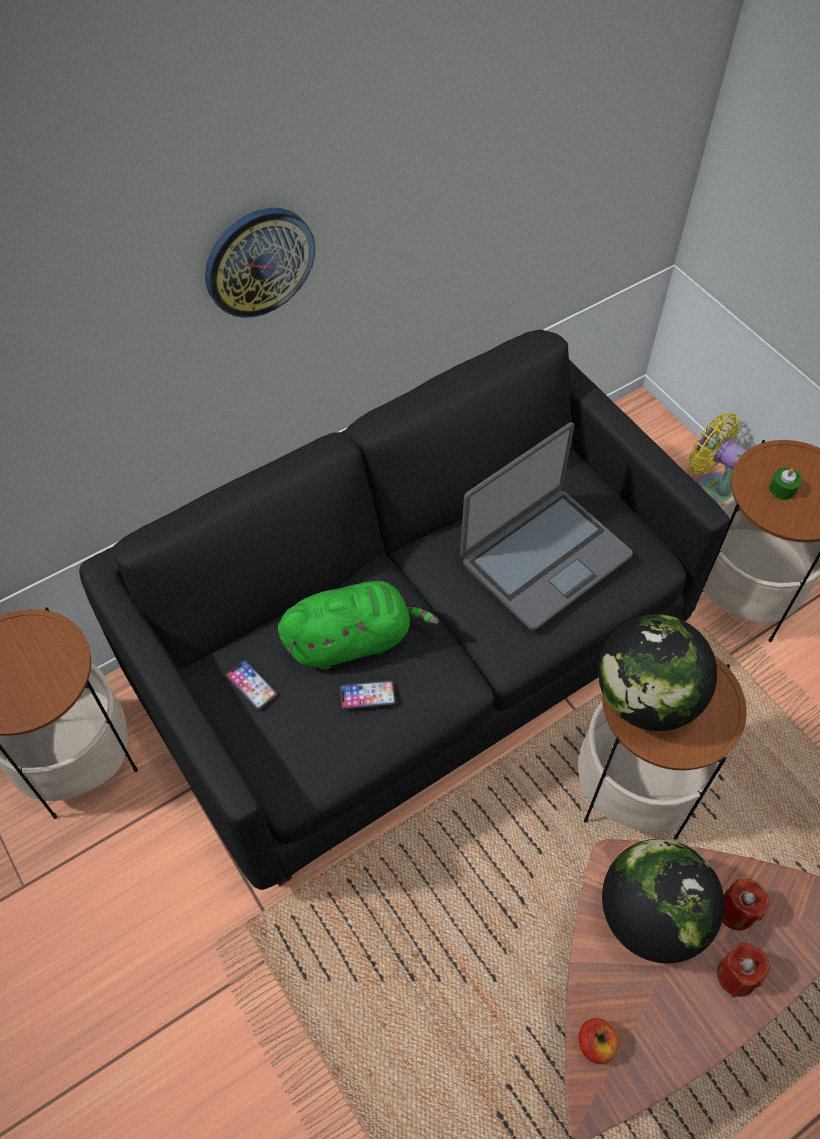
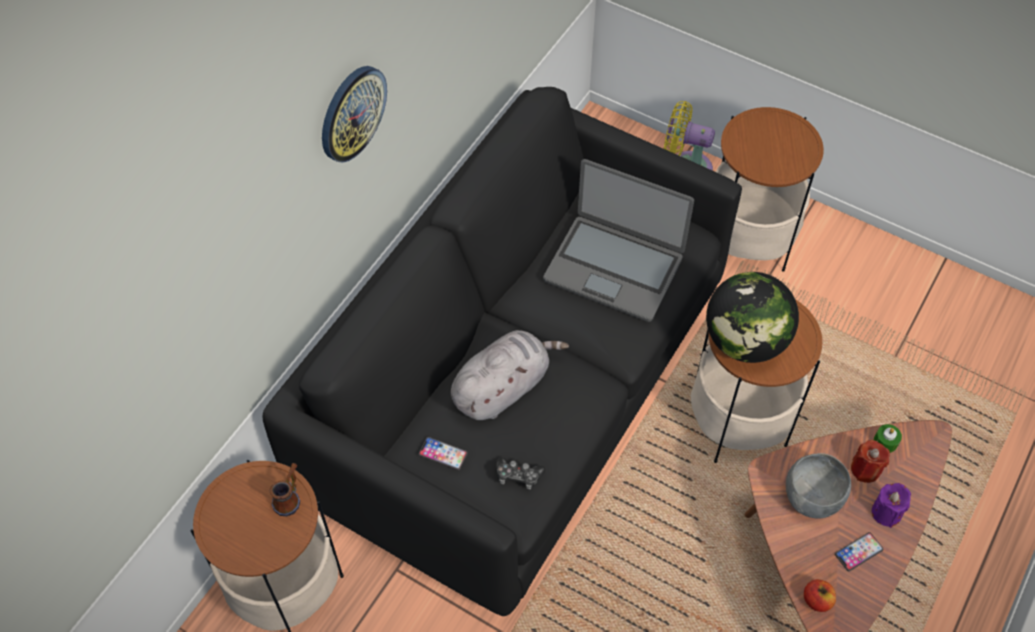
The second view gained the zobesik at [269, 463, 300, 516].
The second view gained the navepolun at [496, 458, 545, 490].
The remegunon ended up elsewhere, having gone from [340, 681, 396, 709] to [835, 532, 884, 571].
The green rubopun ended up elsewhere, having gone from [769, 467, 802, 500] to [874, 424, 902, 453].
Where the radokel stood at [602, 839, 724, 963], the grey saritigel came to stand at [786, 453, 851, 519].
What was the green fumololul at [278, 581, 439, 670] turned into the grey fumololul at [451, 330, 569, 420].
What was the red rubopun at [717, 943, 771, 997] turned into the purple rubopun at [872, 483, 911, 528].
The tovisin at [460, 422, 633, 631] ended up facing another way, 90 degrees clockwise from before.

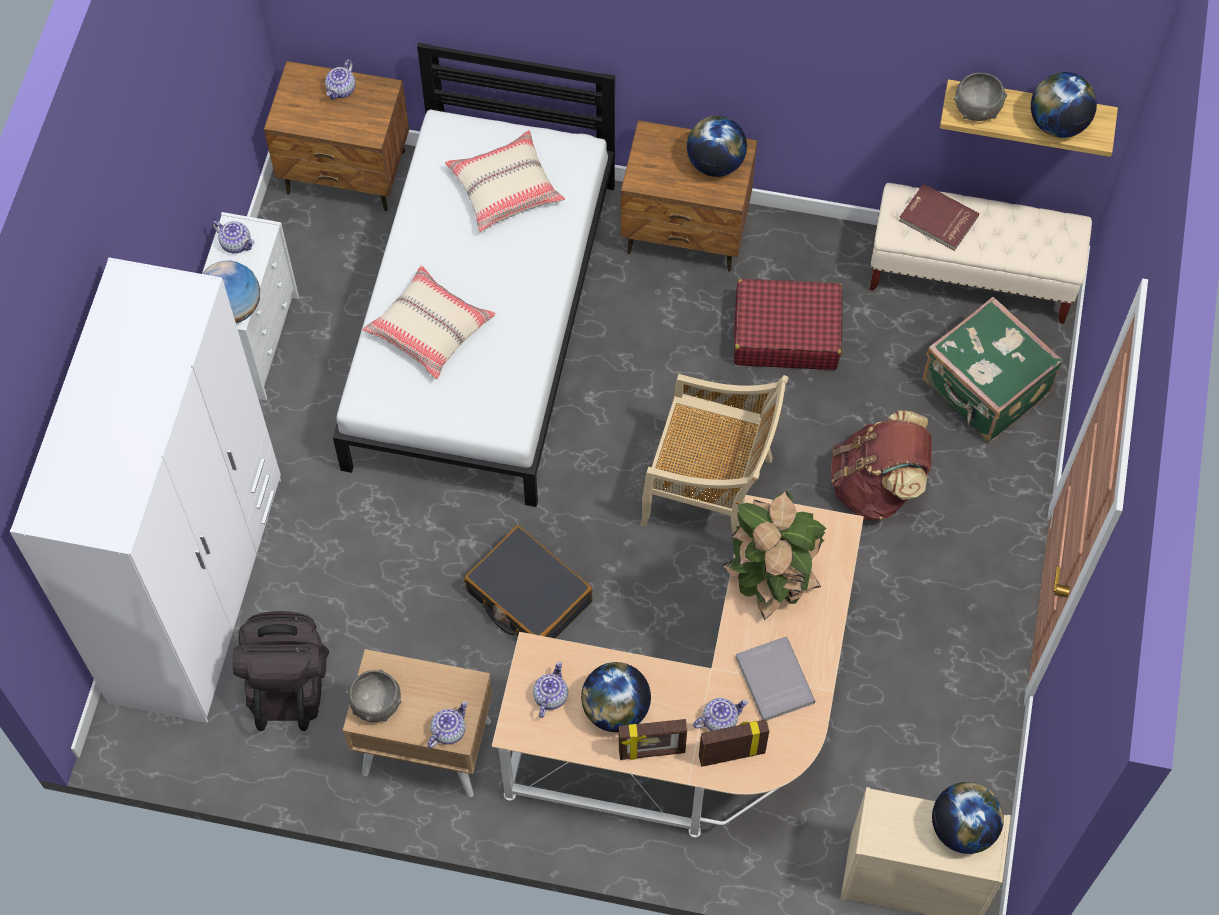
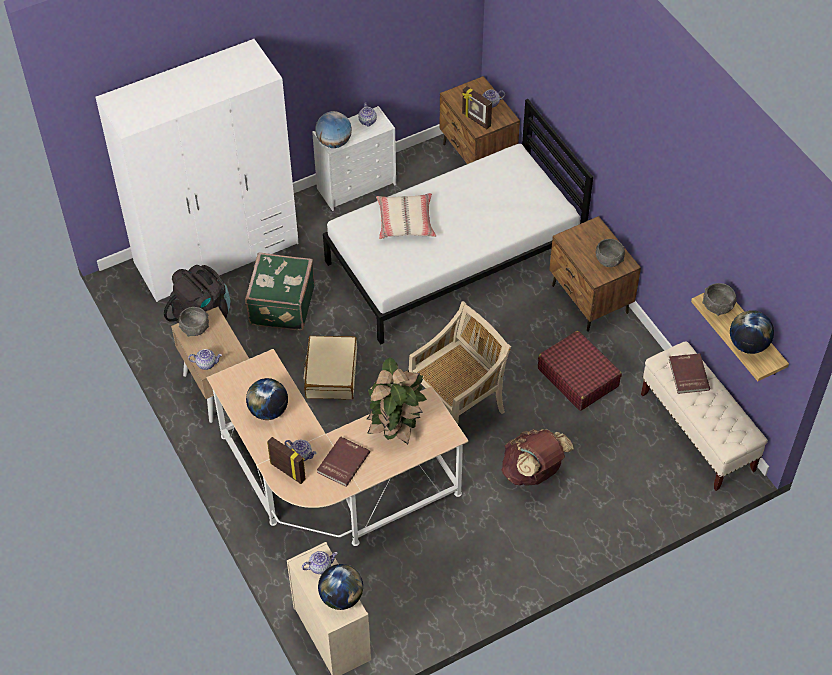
The second view lost the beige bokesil at [445, 130, 565, 232].
The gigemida ended up elsewhere, having gone from [533, 661, 568, 718] to [302, 551, 338, 574].
The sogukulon ended up elsewhere, having gone from [619, 719, 687, 760] to [462, 86, 492, 129].
The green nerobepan ended up elsewhere, having gone from [922, 297, 1063, 442] to [245, 252, 315, 331].
Where the radokel stood at [687, 116, 747, 177], the grey saritigel came to stand at [595, 239, 625, 267].
What was the black nerobepan at [464, 525, 593, 639] turned into the beige nerobepan at [303, 336, 357, 400].
What was the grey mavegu at [736, 636, 815, 721] turned into the red mavegu at [317, 436, 370, 487].
The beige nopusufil at [640, 374, 788, 534] ended up facing another way, 105 degrees counterclockwise from before.

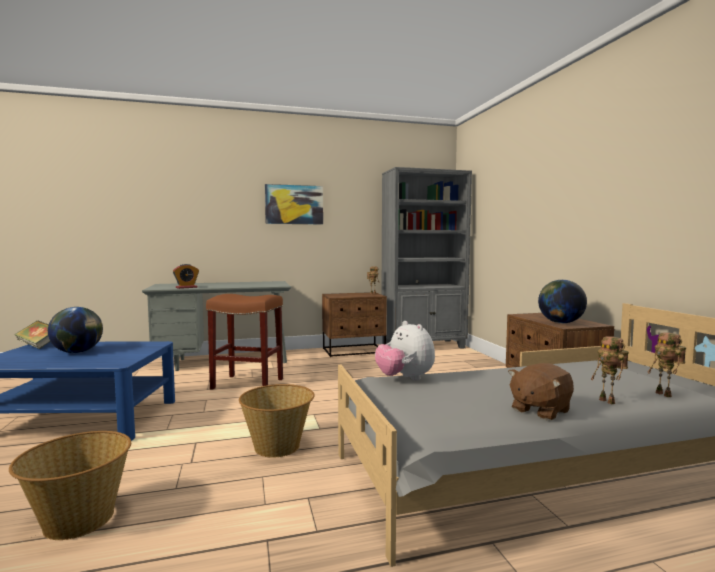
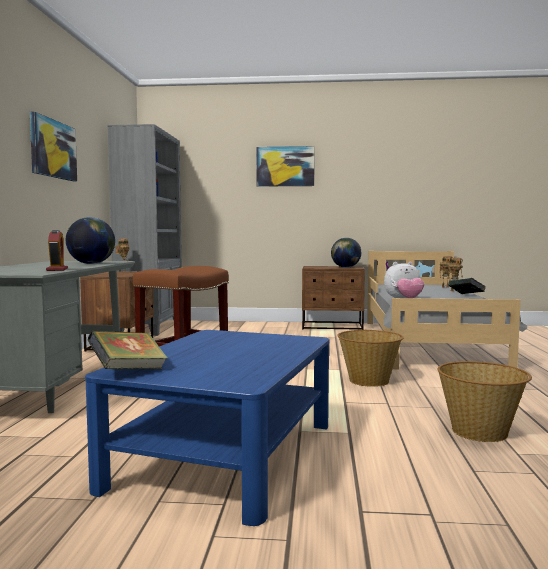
The second view gained the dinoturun at [256, 146, 315, 187].
The radokel ended up elsewhere, having gone from [48, 307, 103, 353] to [66, 217, 115, 264].
Where the brown fumololul stood at [508, 363, 574, 420], the mavegu came to stand at [448, 278, 486, 294].

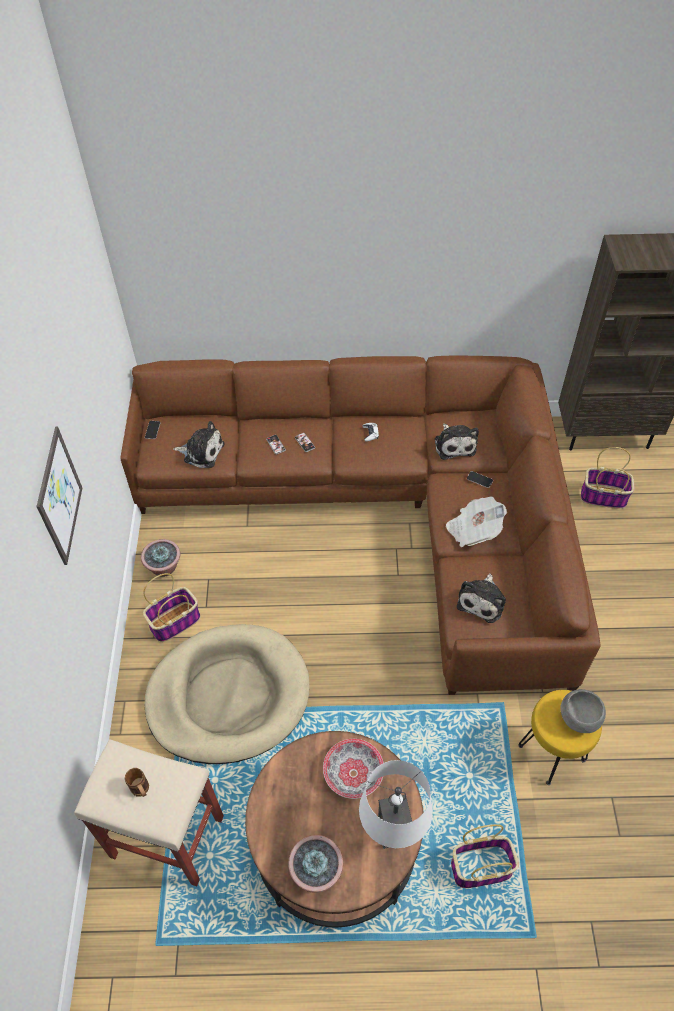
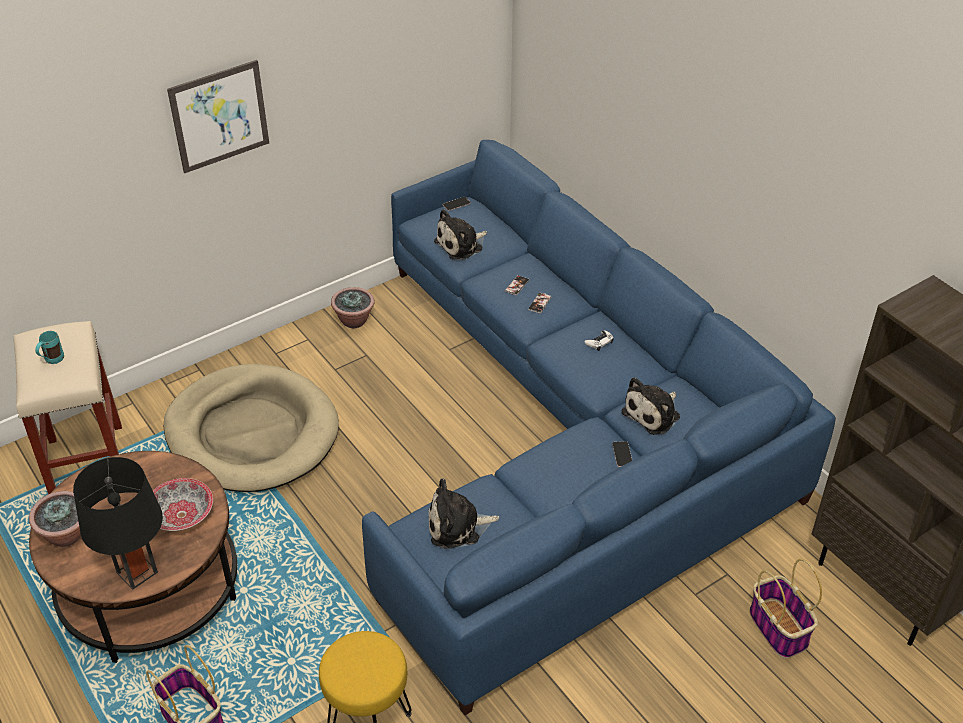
The second view lost the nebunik at [143, 573, 201, 642].
The second view lost the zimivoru at [446, 496, 507, 547].
The second view lost the grey saritigel at [560, 689, 606, 733].
What was the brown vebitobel at [120, 355, 600, 695] turned into the blue vebitobel at [362, 140, 836, 715].
What was the brown zobesik at [125, 768, 149, 797] turned into the turquoise zobesik at [35, 331, 64, 364].
What was the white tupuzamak at [359, 760, 433, 849] turned into the black tupuzamak at [73, 457, 163, 590].
The fumololul at [173, 421, 225, 468] ended up facing another way, 75 degrees clockwise from before.

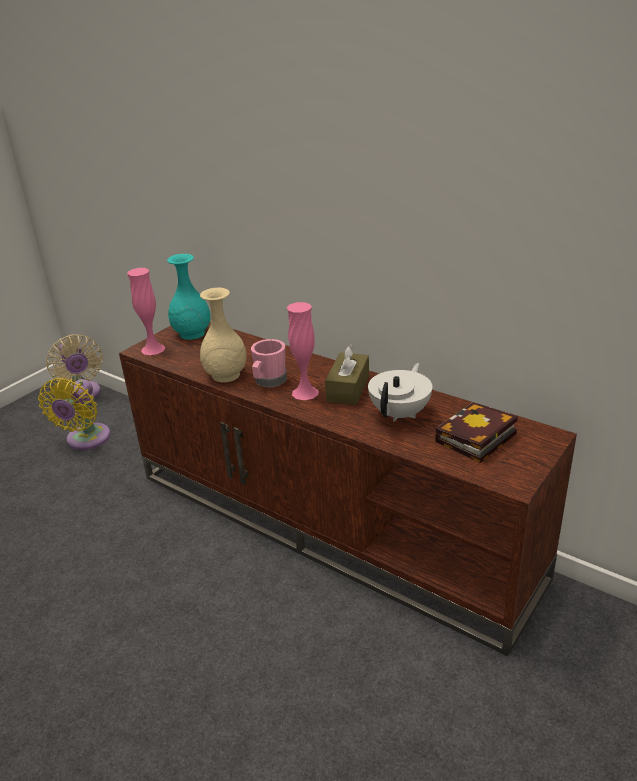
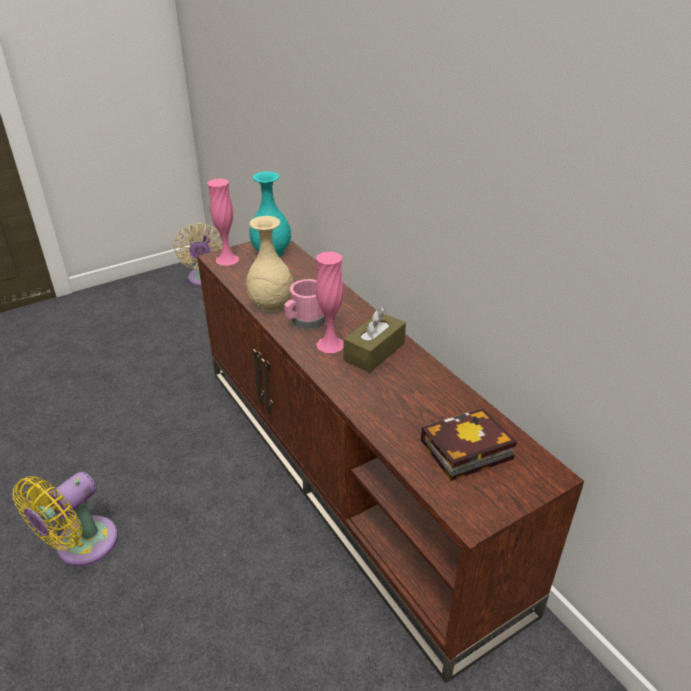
The second view lost the white gigemida at [368, 363, 432, 422].
The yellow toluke ended up elsewhere, having gone from [38, 378, 111, 450] to [13, 472, 118, 566].

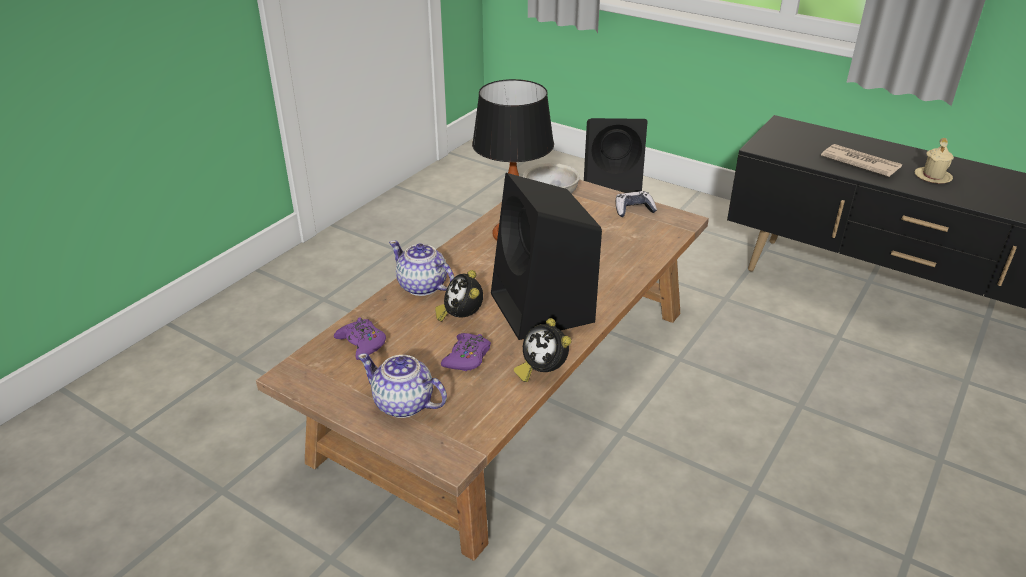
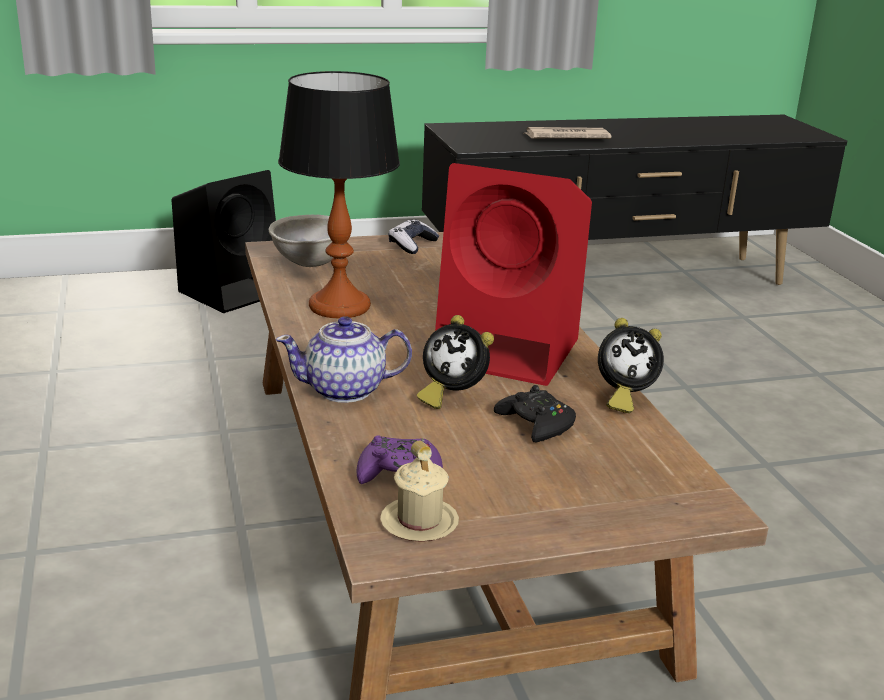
The second view lost the gigemida at [358, 353, 447, 418].
The beige zobesik ended up elsewhere, having gone from [914, 138, 954, 184] to [380, 441, 459, 542].
What was the purple navepolun at [441, 333, 491, 371] turned into the black navepolun at [494, 385, 576, 442].
What was the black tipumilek at [491, 173, 602, 340] turned into the red tipumilek at [435, 163, 592, 386].

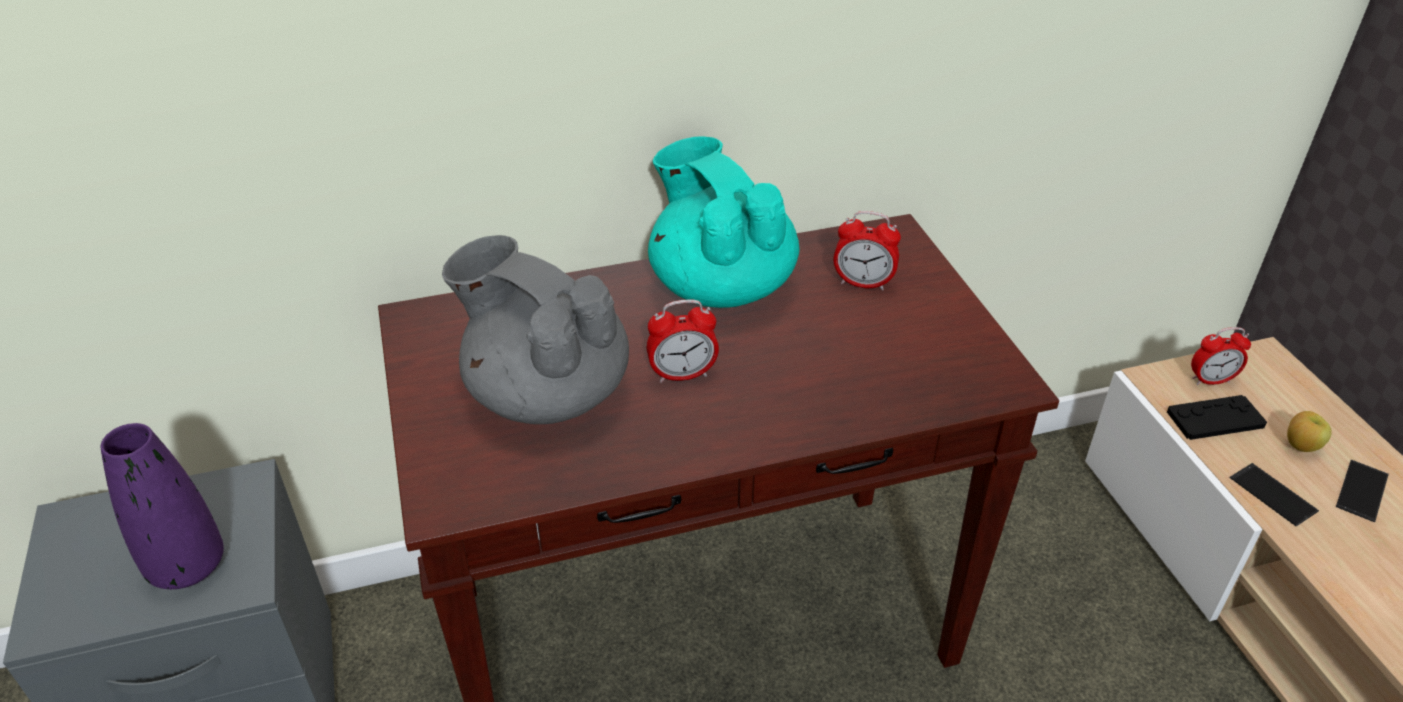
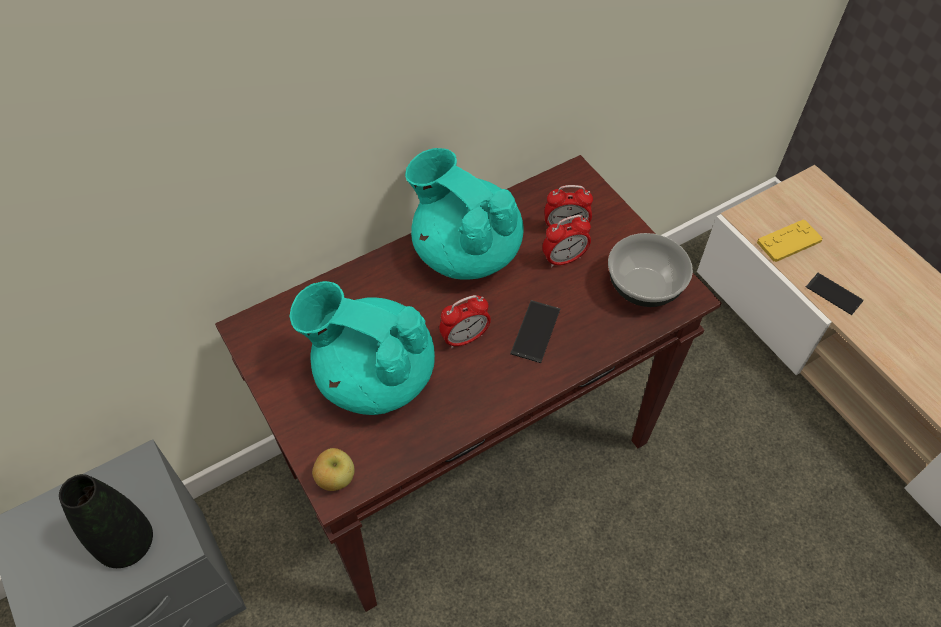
The second view gained the saritigel at [608, 233, 693, 307].
The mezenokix ended up elsewhere, having gone from [1191, 327, 1251, 385] to [542, 215, 591, 267].
The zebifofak ended up elsewhere, having gone from [1287, 411, 1332, 452] to [312, 448, 354, 491].
The remegunon ended up elsewhere, having gone from [1336, 460, 1389, 522] to [510, 300, 560, 363].
What was the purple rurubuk at [101, 423, 224, 589] turned into the black rurubuk at [59, 474, 153, 568].
What was the grey gigemida at [442, 235, 629, 424] turned into the turquoise gigemida at [289, 281, 435, 415].
What was the black navepolun at [1167, 395, 1267, 440] turned into the yellow navepolun at [757, 220, 822, 262].

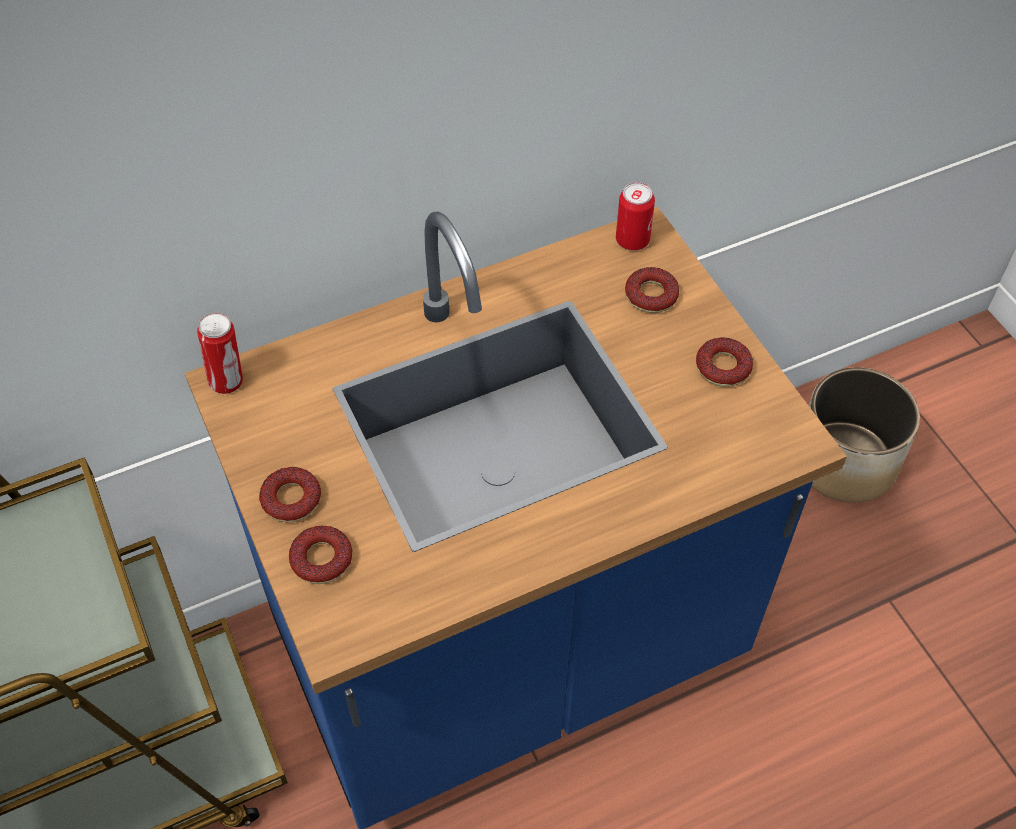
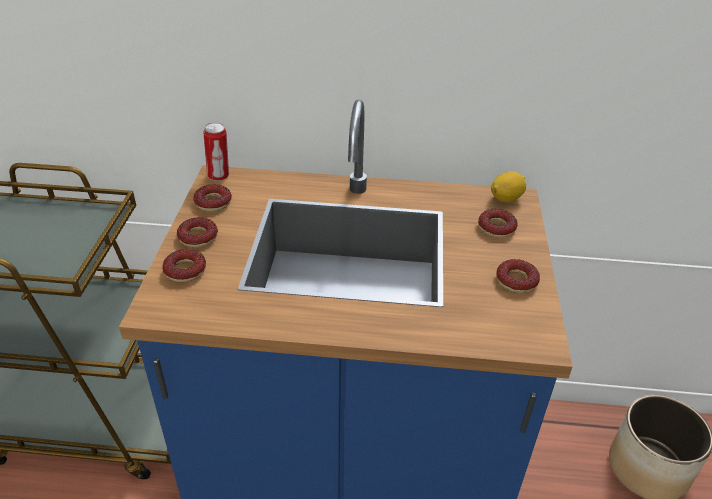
The second view gained the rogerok at [193, 184, 232, 211].
Where the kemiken stood at [616, 182, 655, 250], the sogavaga came to stand at [491, 171, 526, 202].

